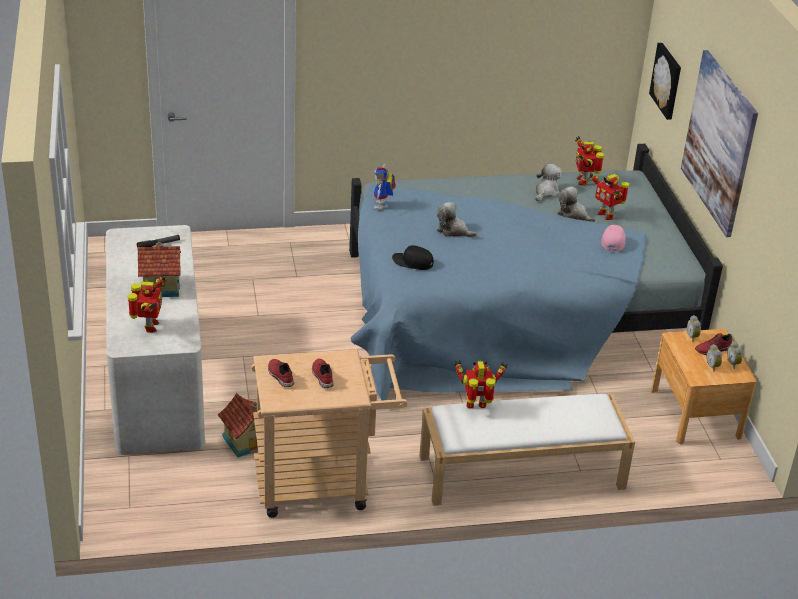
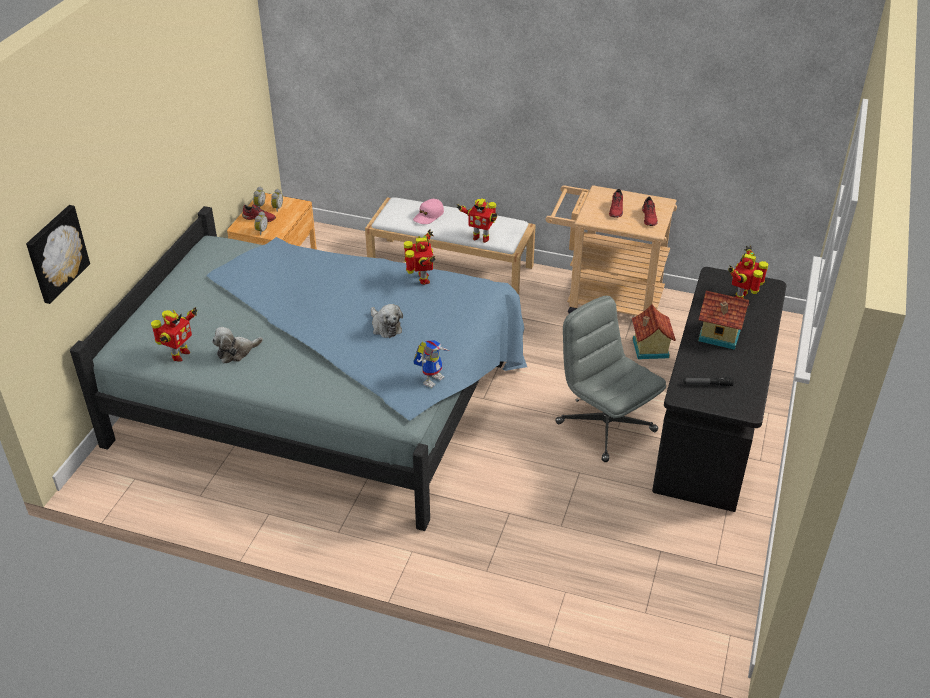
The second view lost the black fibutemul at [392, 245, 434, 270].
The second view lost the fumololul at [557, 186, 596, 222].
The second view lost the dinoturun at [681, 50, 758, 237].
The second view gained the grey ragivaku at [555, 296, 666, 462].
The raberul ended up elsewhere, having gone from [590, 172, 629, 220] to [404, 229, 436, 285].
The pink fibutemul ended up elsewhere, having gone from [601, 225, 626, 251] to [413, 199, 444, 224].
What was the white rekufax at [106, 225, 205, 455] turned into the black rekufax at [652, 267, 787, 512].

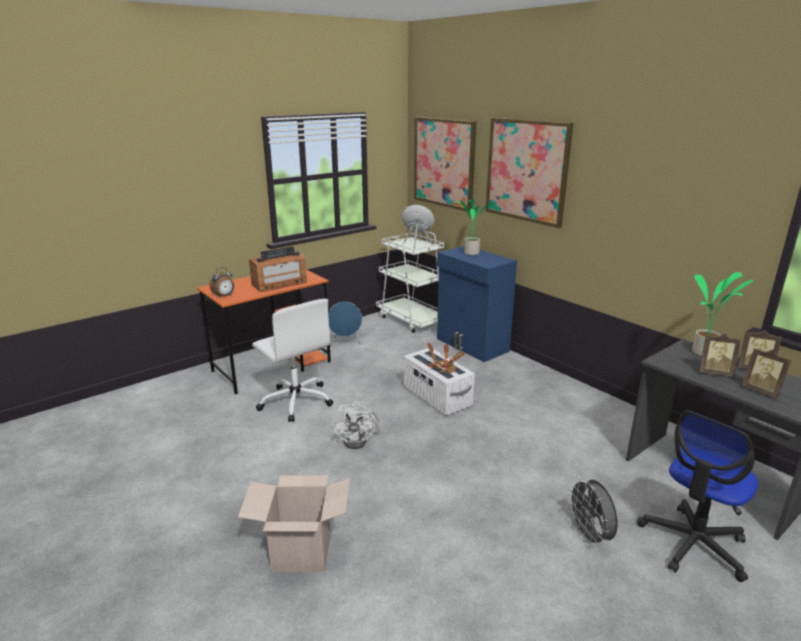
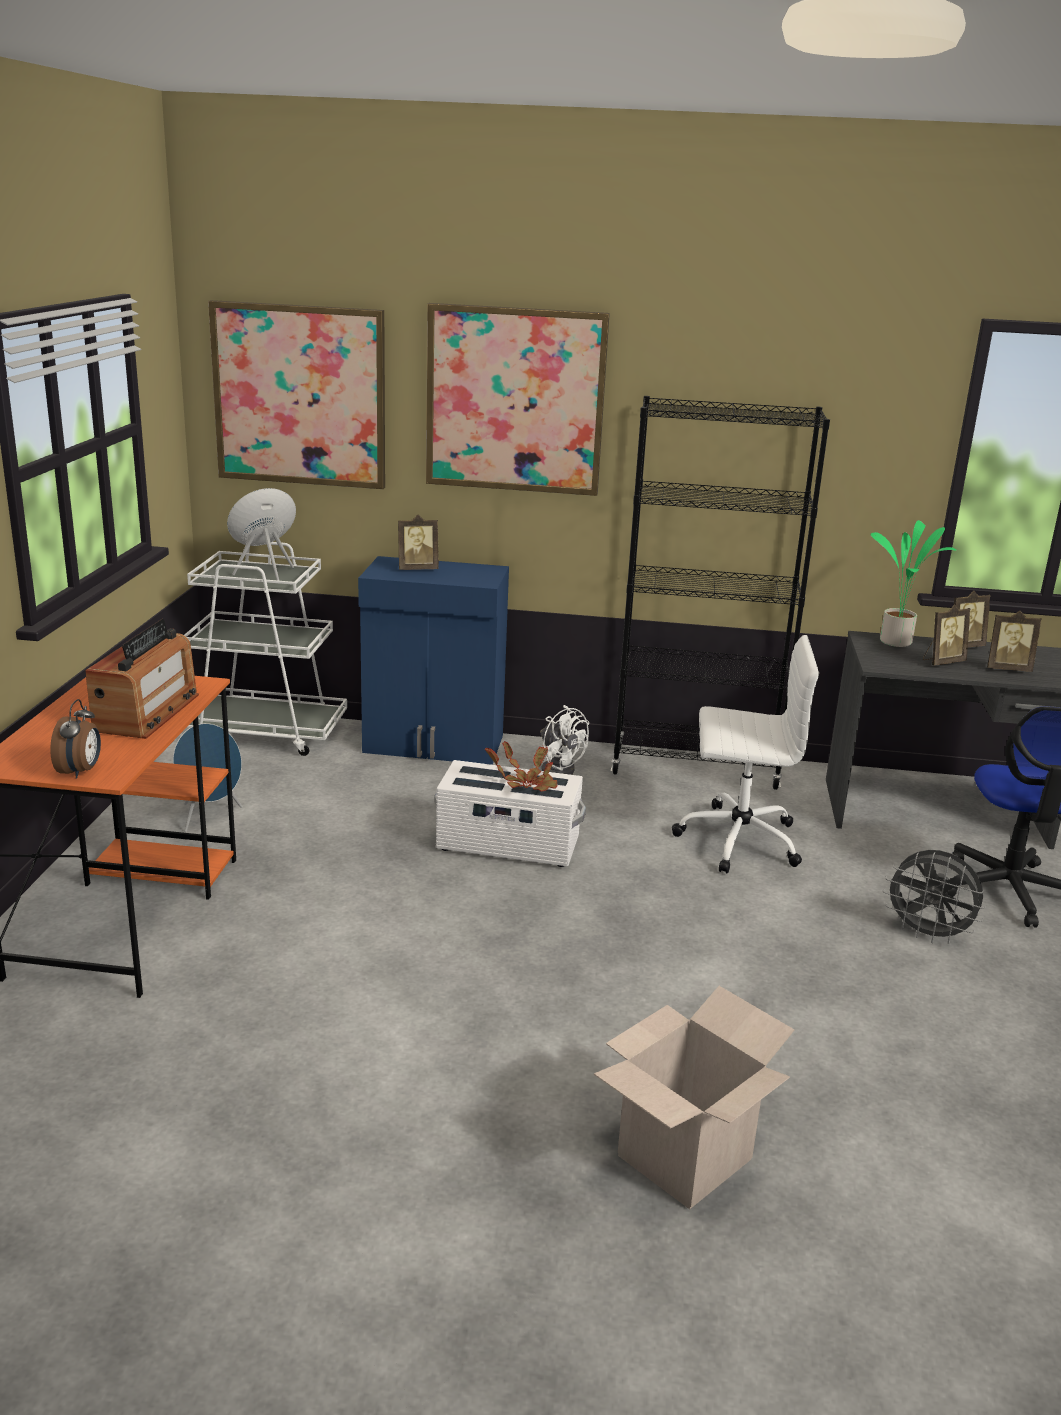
The second view gained the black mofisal at [611, 396, 830, 790].
The white ragivaku ended up elsewhere, having gone from [252, 299, 333, 422] to [672, 635, 819, 873].
The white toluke ended up elsewhere, having gone from [333, 401, 380, 449] to [540, 705, 589, 775].
Where the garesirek stood at [456, 199, 495, 256], the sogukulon came to stand at [398, 515, 439, 570].

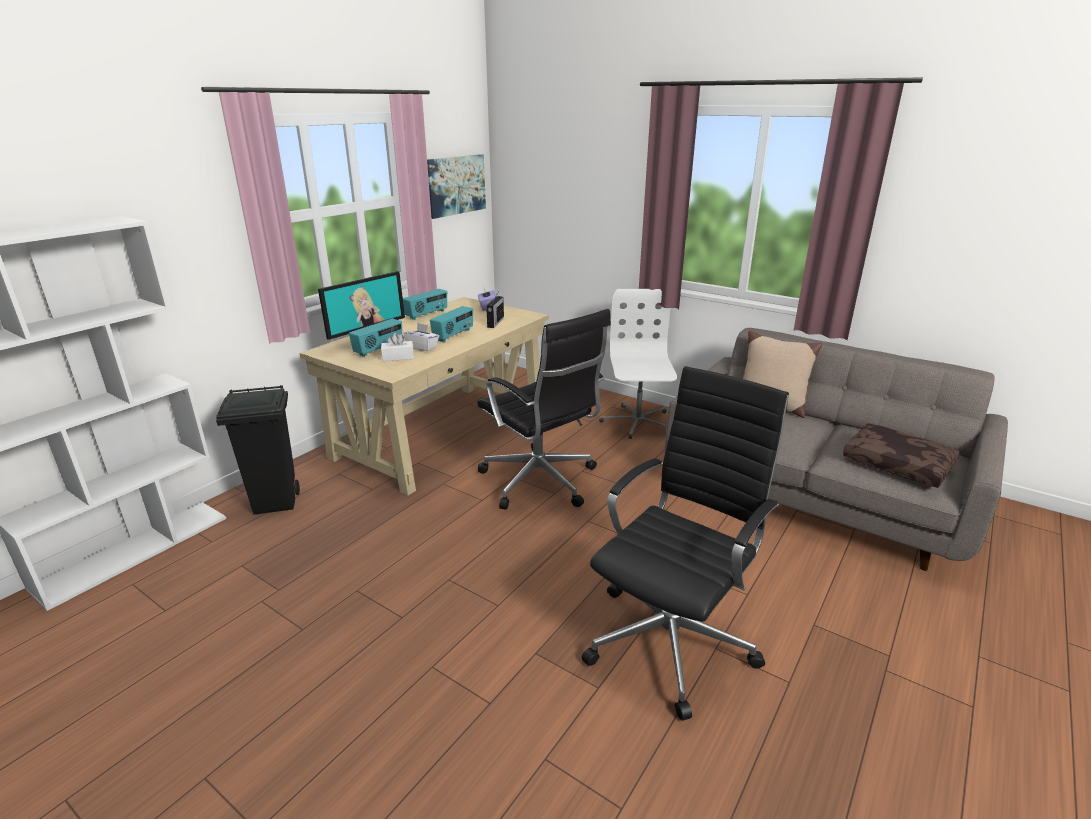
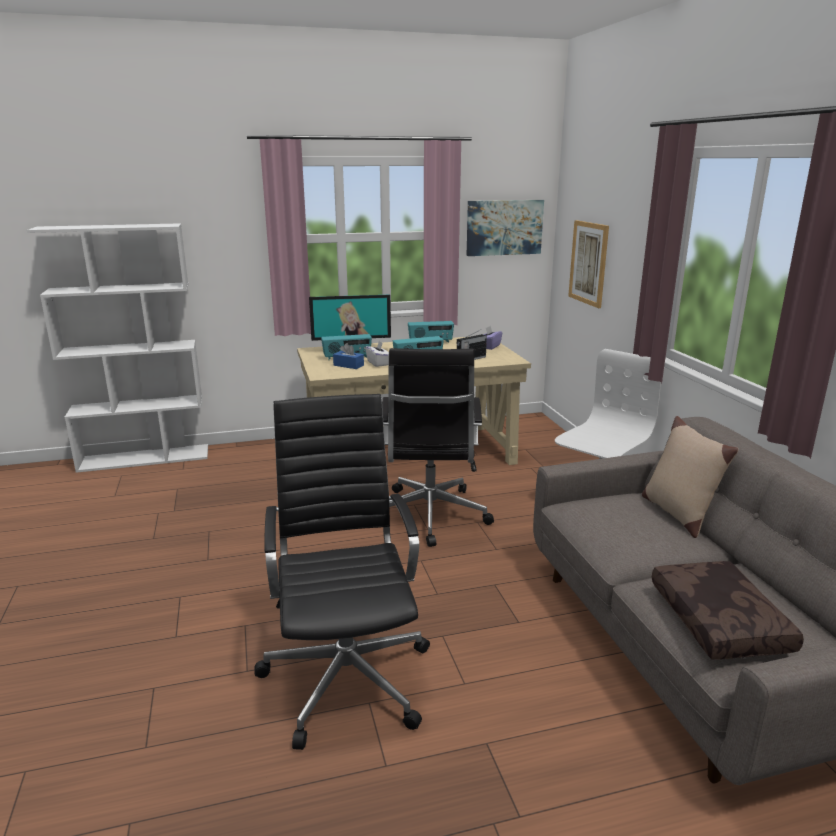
The second view lost the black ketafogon at [216, 385, 300, 515].
The second view gained the dinoturun at [568, 220, 609, 308].
What was the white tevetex at [381, 333, 414, 361] turned into the blue tevetex at [333, 343, 364, 369].
The black ragivaku at [582, 366, 789, 721] ended up facing another way, 90 degrees counterclockwise from before.

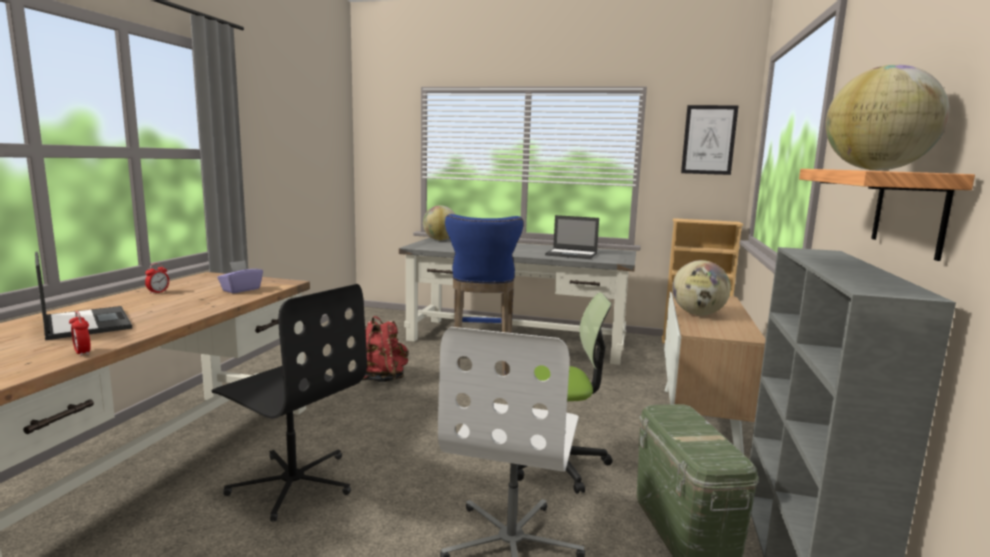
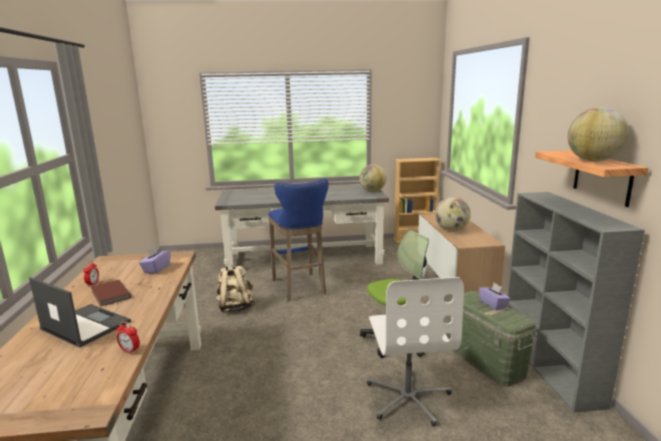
The second view lost the black ragivaku at [212, 284, 367, 522].
The second view lost the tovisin at [545, 215, 599, 259].
The second view lost the dinoturun at [681, 105, 738, 175].
The second view gained the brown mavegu at [91, 280, 131, 307].
The second view gained the purple tevetex at [479, 283, 511, 310].
The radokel ended up elsewhere, having gone from [423, 205, 455, 240] to [359, 165, 387, 192].
What was the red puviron at [362, 316, 409, 382] turned into the beige puviron at [216, 264, 255, 313].

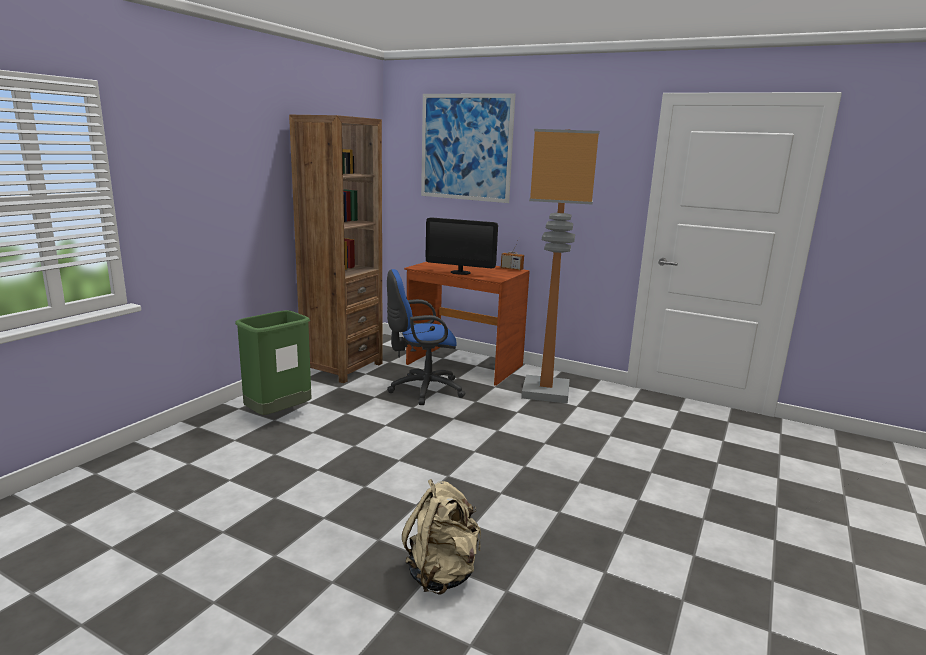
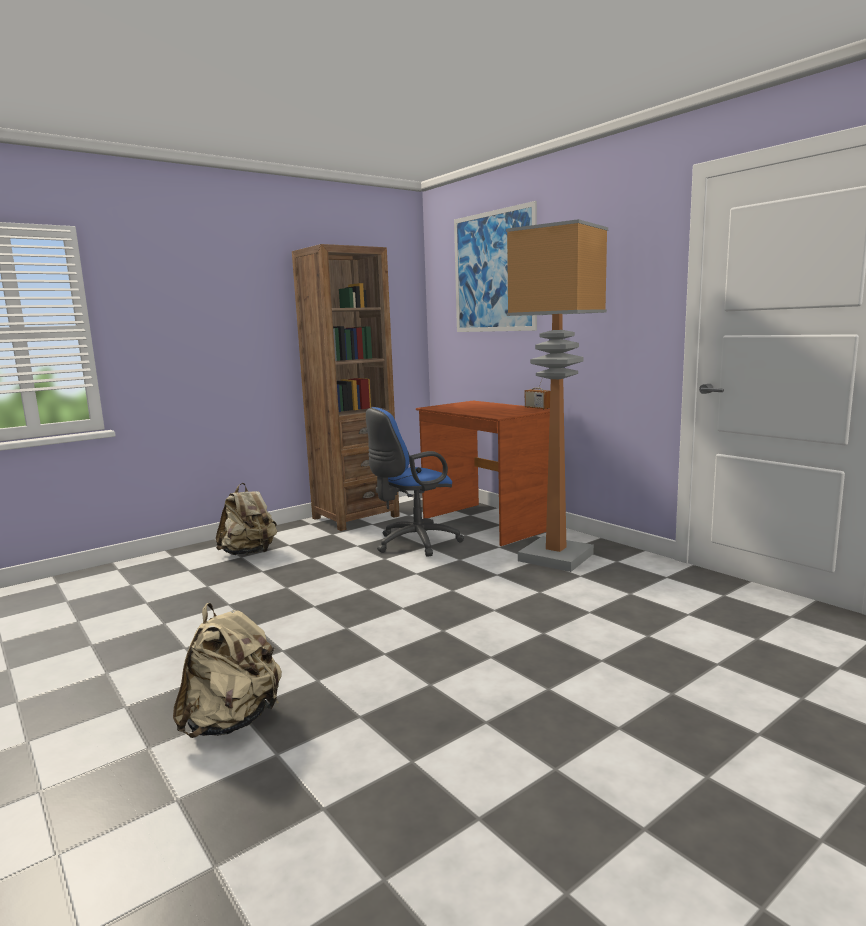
The second view lost the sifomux at [426, 217, 498, 275].
Where the green ketafogon stood at [235, 310, 312, 415], the beige puviron came to stand at [216, 483, 277, 555].
The blue ragivaku at [387, 269, 466, 405] ended up facing another way, 45 degrees counterclockwise from before.

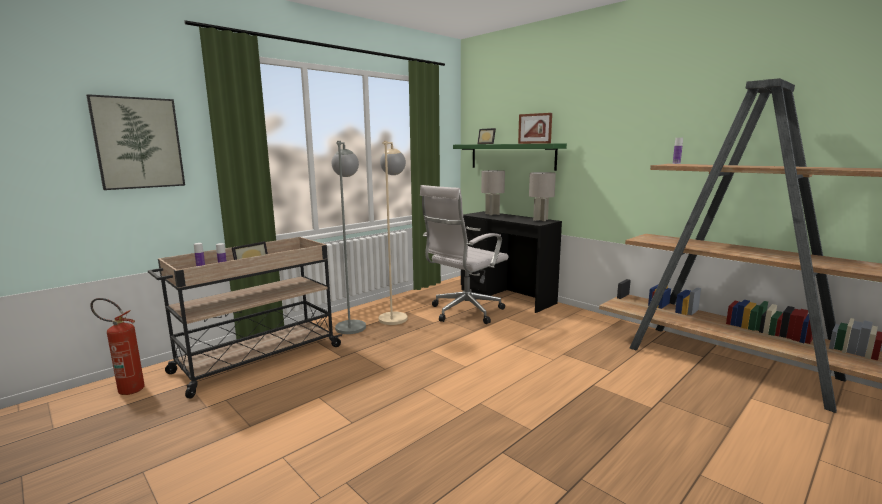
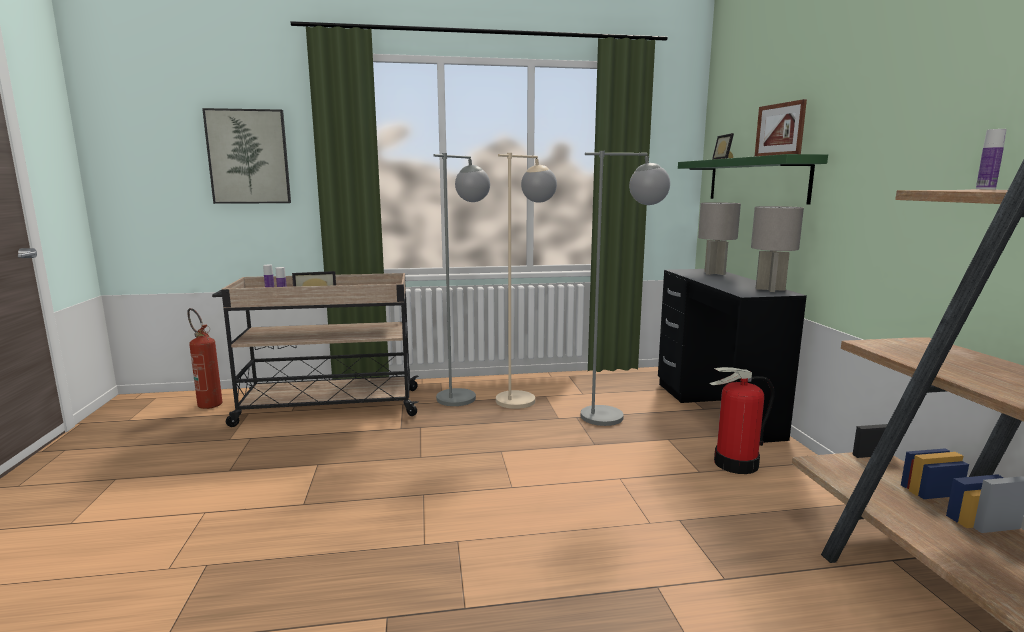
The second view gained the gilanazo at [709, 367, 775, 474].
Where the white ragivaku stood at [420, 185, 509, 324], the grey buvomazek came to stand at [581, 151, 670, 426].

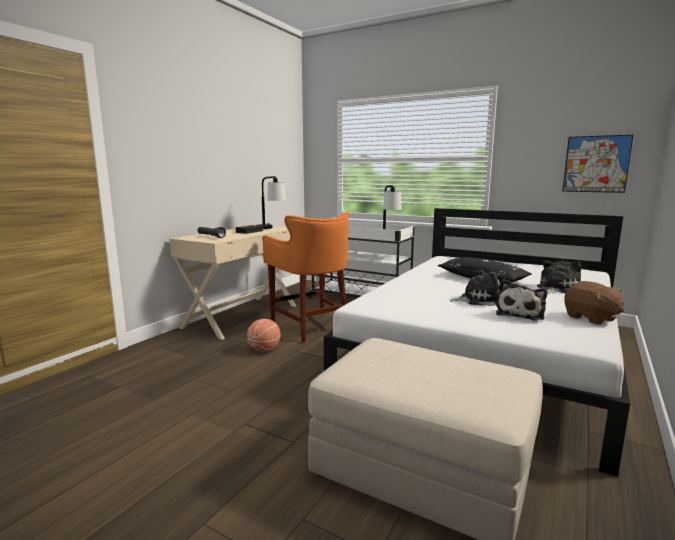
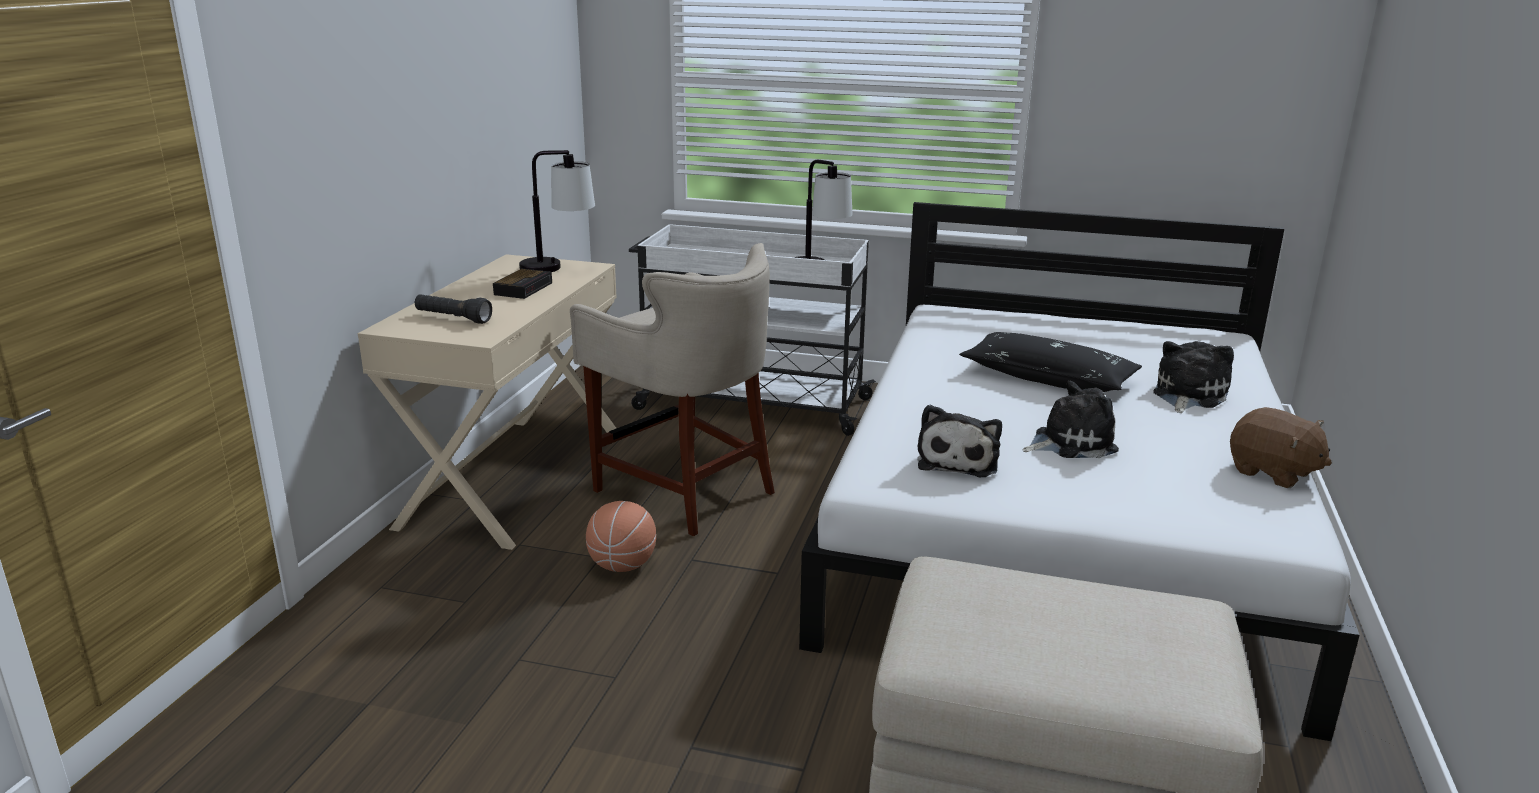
The second view lost the dinoturun at [562, 135, 633, 193].
The fumololul ended up elsewhere, having gone from [496, 279, 547, 321] to [917, 405, 1002, 477].
What was the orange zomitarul at [262, 212, 349, 343] turned into the beige zomitarul at [570, 243, 775, 536].

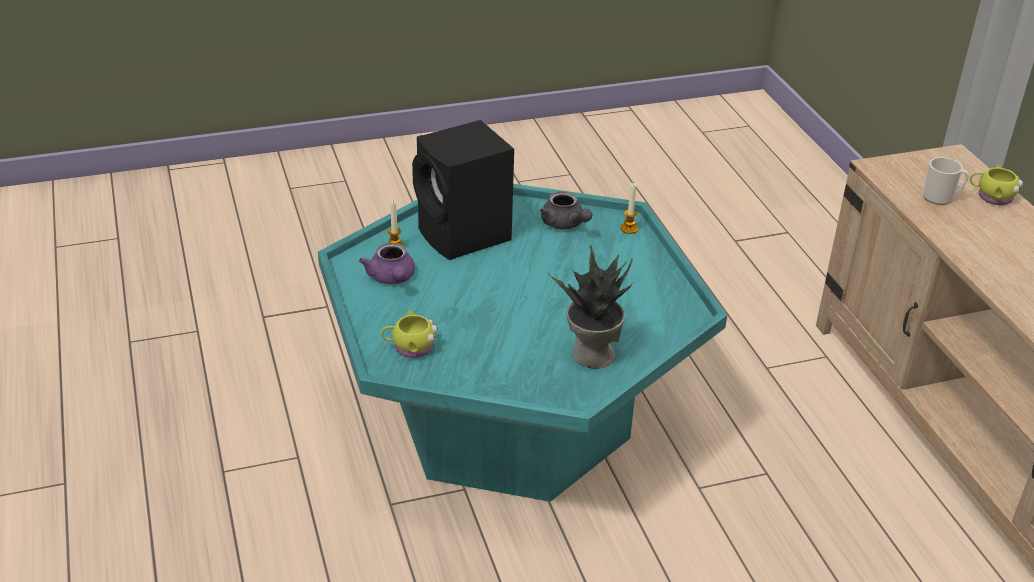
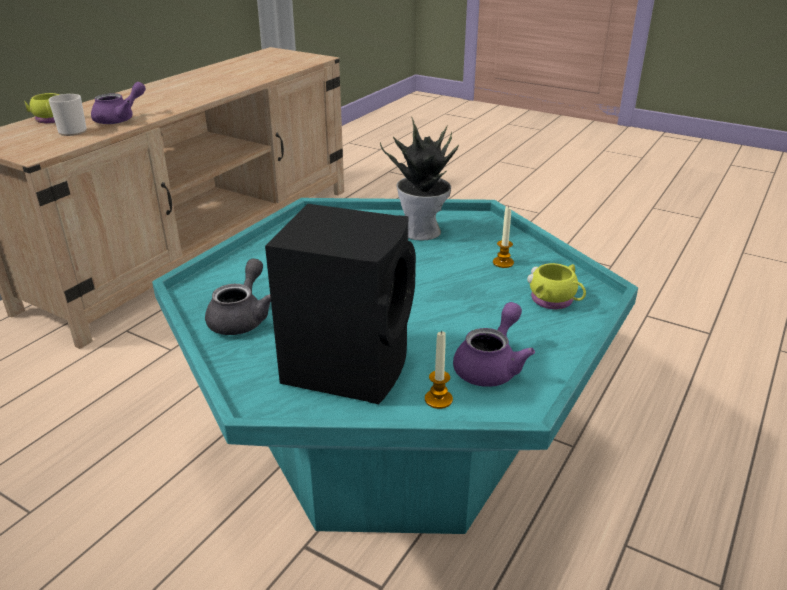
The second view gained the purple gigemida at [91, 82, 146, 124].
The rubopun ended up elsewhere, having gone from [620, 183, 638, 234] to [493, 205, 514, 268].

